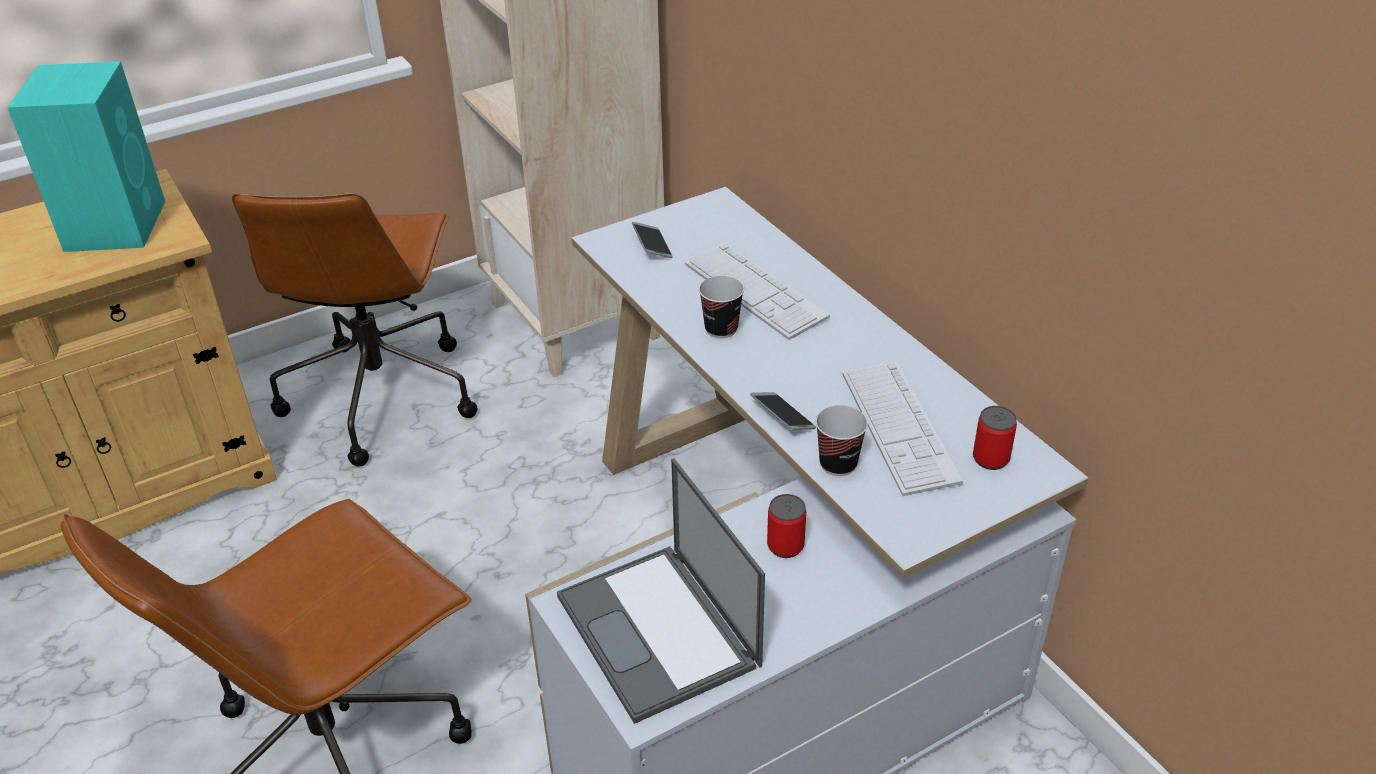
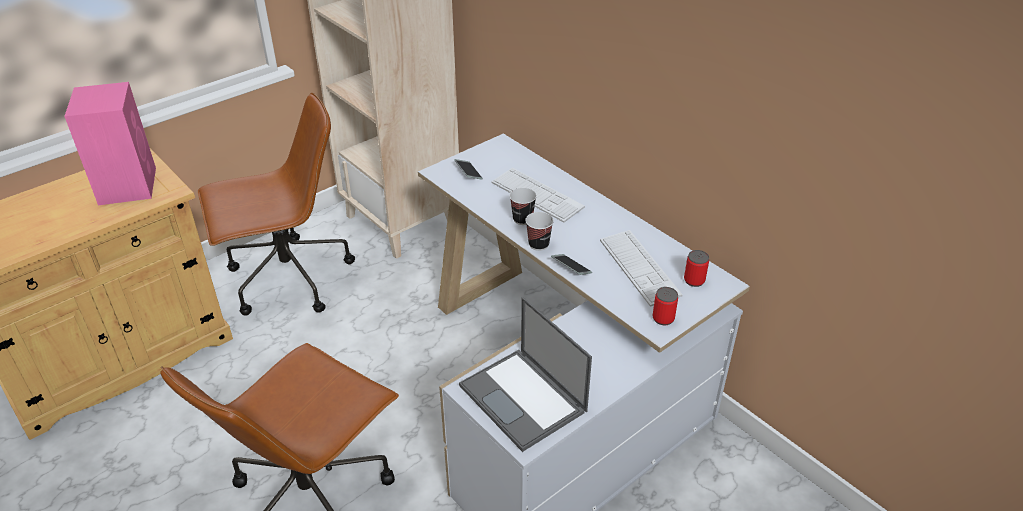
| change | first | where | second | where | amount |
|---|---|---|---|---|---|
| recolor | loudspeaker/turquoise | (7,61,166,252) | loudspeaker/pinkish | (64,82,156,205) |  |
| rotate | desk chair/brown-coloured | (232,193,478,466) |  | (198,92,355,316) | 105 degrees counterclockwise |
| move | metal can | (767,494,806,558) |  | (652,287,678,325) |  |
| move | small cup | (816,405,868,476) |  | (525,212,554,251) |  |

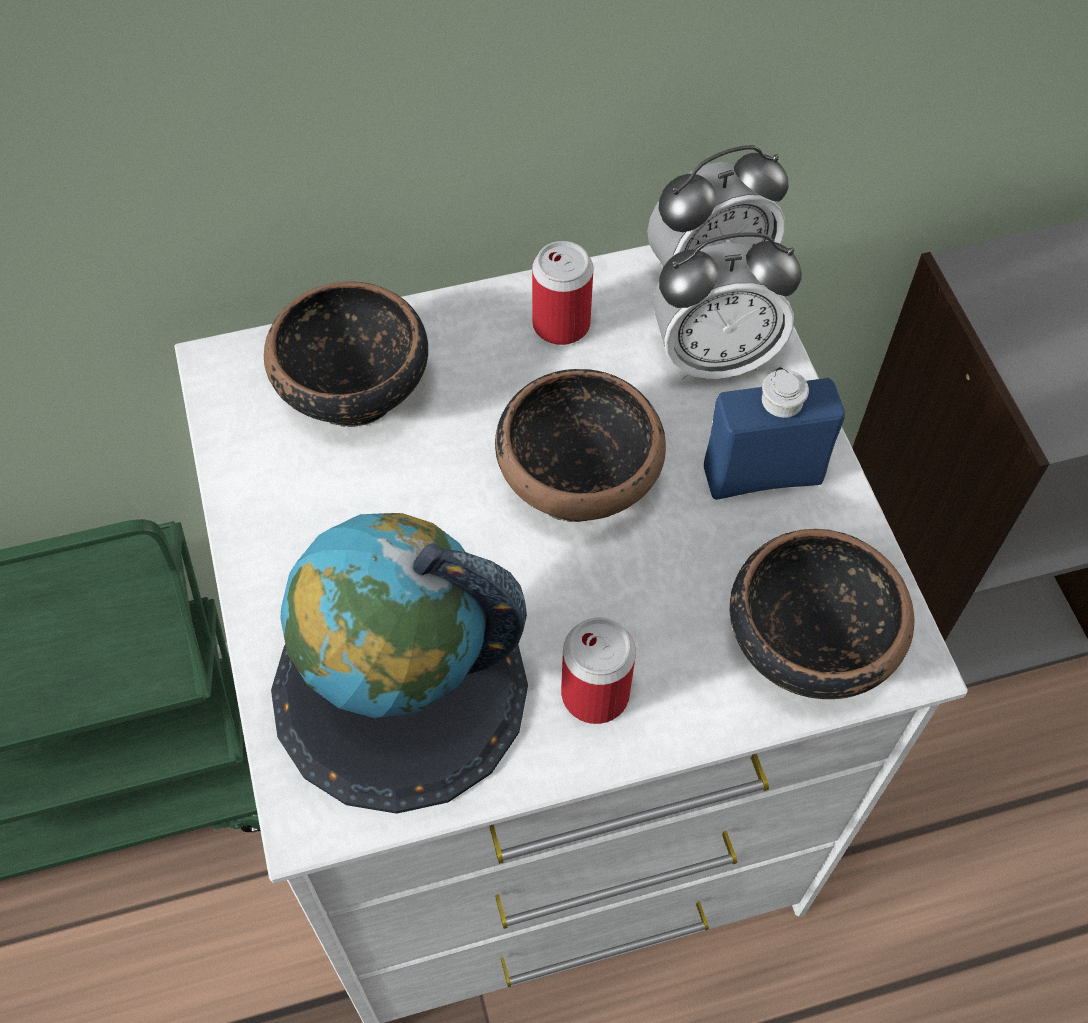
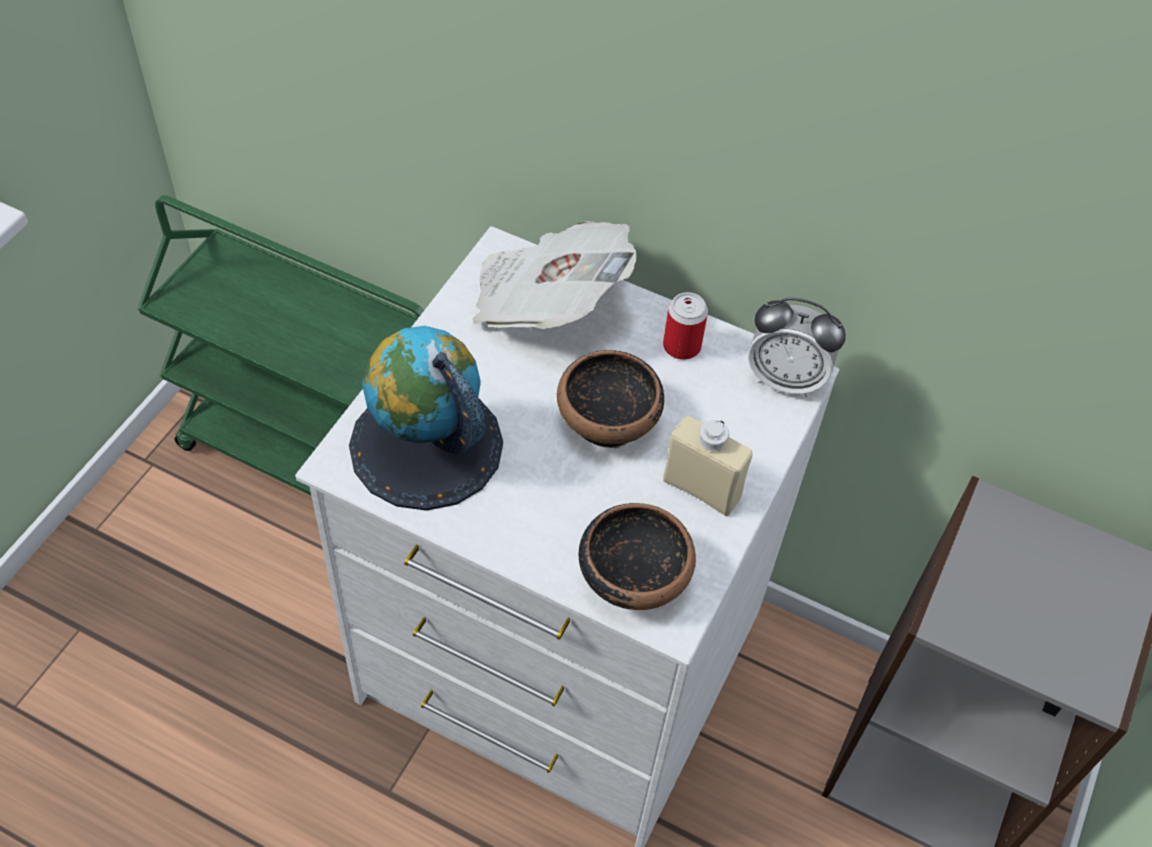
| change | first | where | second | where | amount |
|---|---|---|---|---|---|
| replace | serving bowl | (264,281,428,427) | newspaper | (473,221,637,329) |  |
| delete | metal can | (561,617,636,724) |  |  |  |
| delete | bedside clock | (653,232,802,380) |  |  |  |
| recolor | bottle/blue | (704,367,845,500) | bottle/sand-coloured | (663,416,752,516) |  |

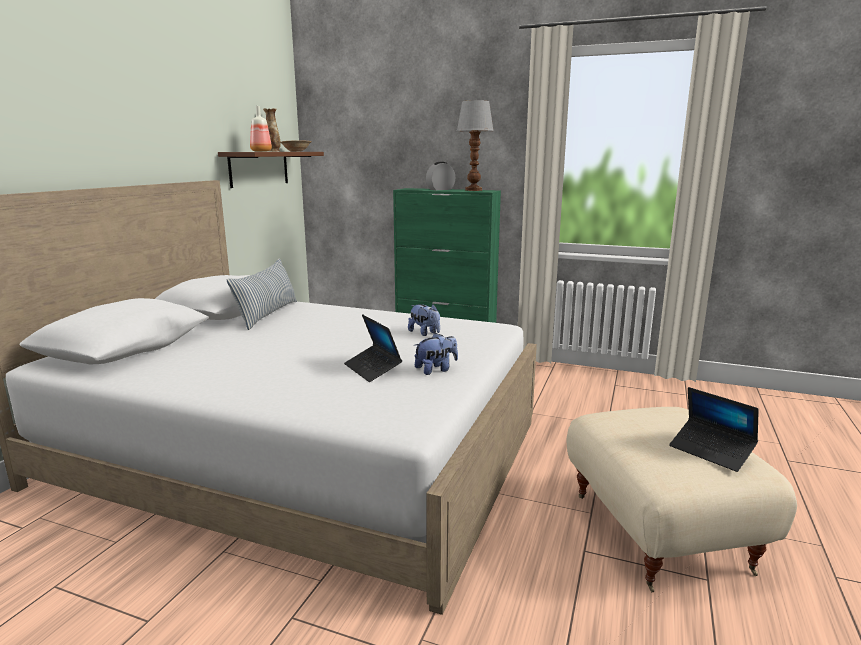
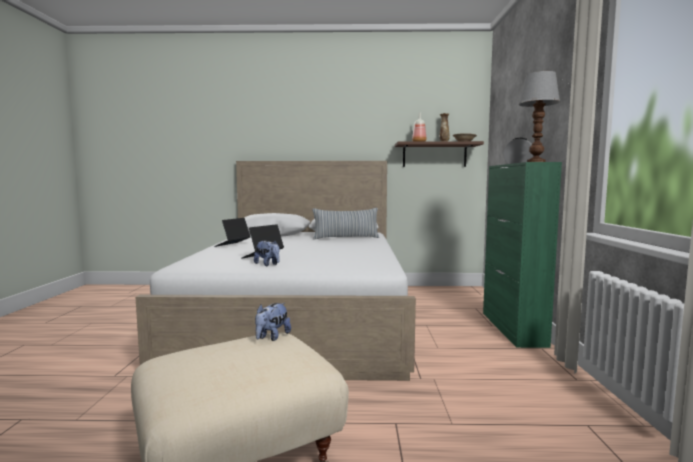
| change | first | where | second | where | amount |
|---|---|---|---|---|---|
| move | plush toy | (408,304,440,336) |  | (255,303,291,341) |  |
| move | laptop | (669,387,759,472) |  | (214,218,251,247) |  |

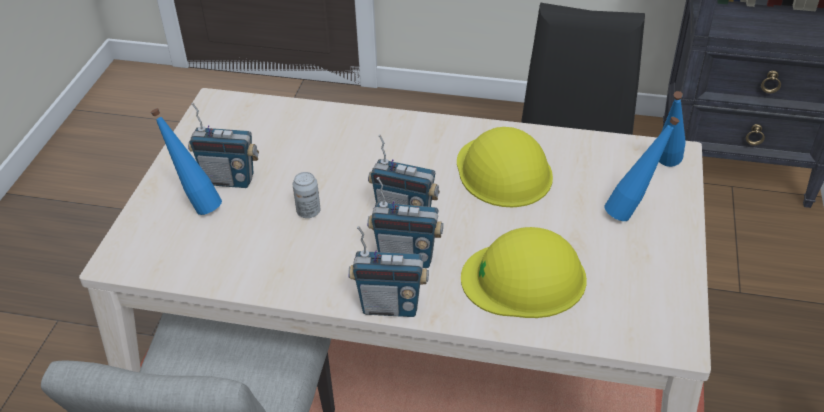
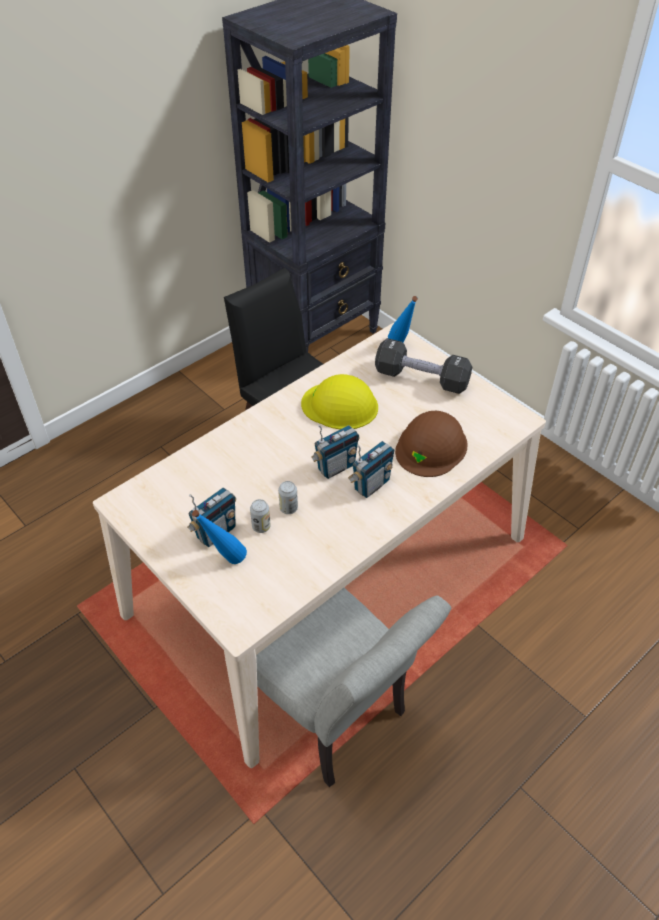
| change | first | where | second | where | amount |
|---|---|---|---|---|---|
| delete | radio set | (348,226,429,317) |  |  |  |
| recolor | hard hat/yellow-coloured | (461,227,587,318) | hard hat/brown-coloured | (395,411,468,477) |  |
| replace | bottle/blue | (604,117,679,221) | dumbbell/blackish | (375,338,472,394) |  |
| insert |  |  | metal can | (250,499,271,533) |  |

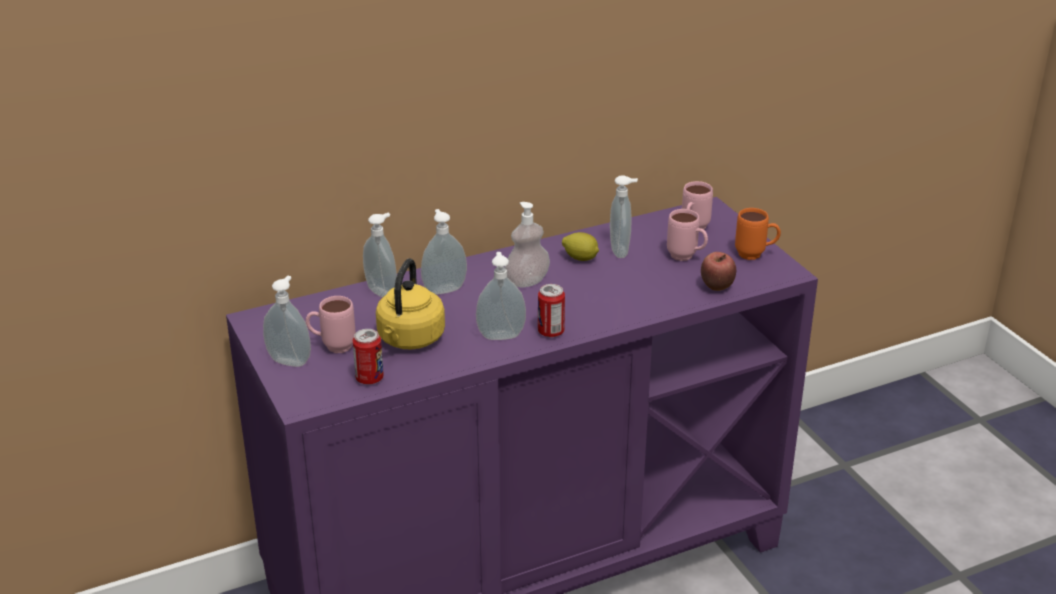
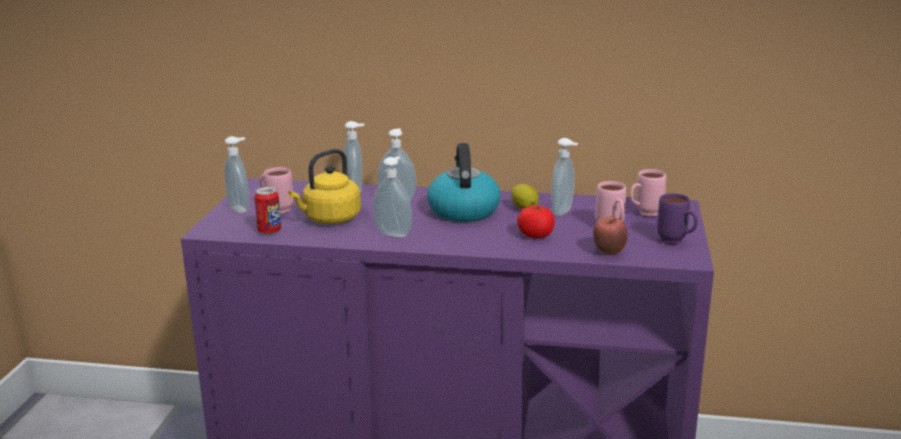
| change | first | where | second | where | amount |
|---|---|---|---|---|---|
| replace | liquid soap bottle | (505,202,550,287) | water kettle | (427,143,501,222) |  |
| delete | metal can | (538,284,565,337) |  |  |  |
| recolor | coffee mug/orangey | (735,208,781,260) | coffee mug/purple | (657,193,698,244) |  |
| insert |  |  | fresh tomato | (517,205,555,238) |  |

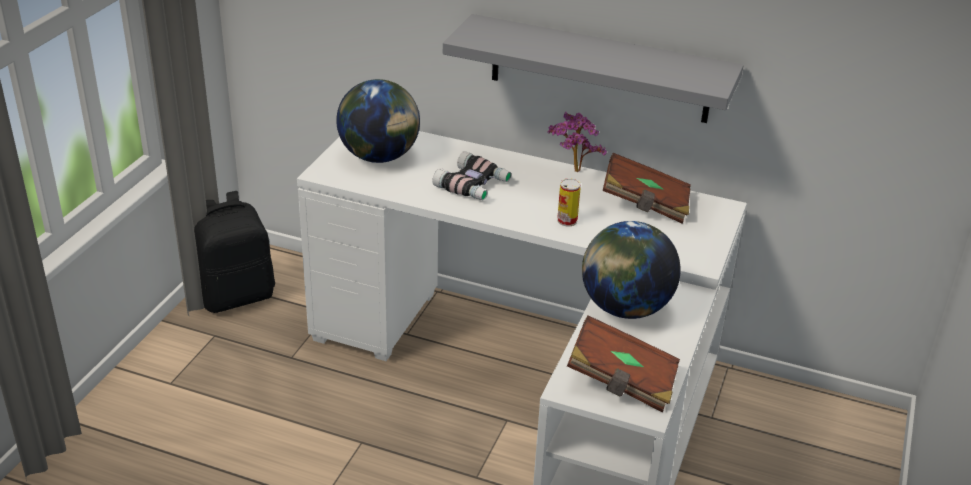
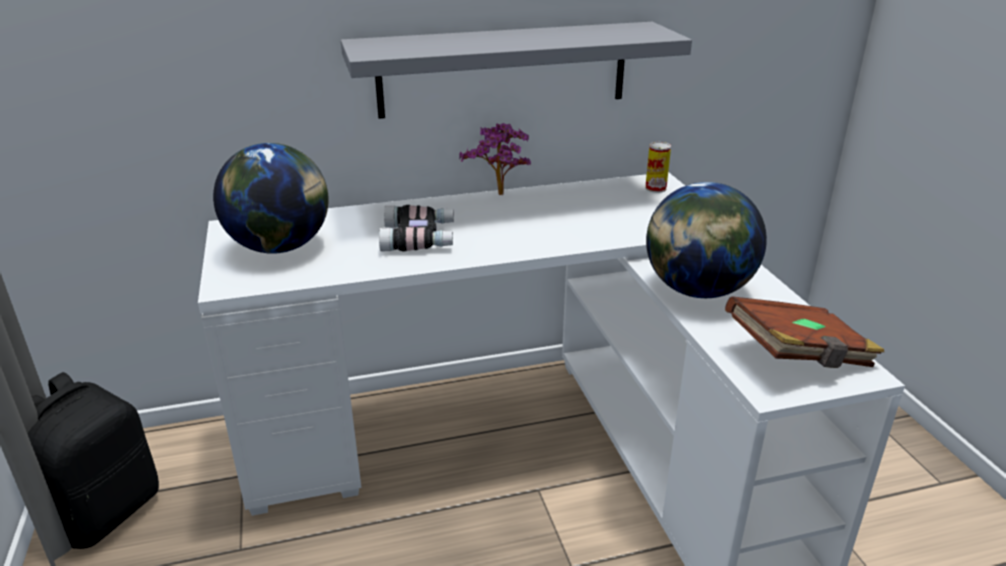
| change | first | where | second | where | amount |
|---|---|---|---|---|---|
| move | metal can | (557,178,581,226) |  | (645,142,671,193) |  |
| delete | book/brown-coloured | (603,153,691,224) |  |  |  |

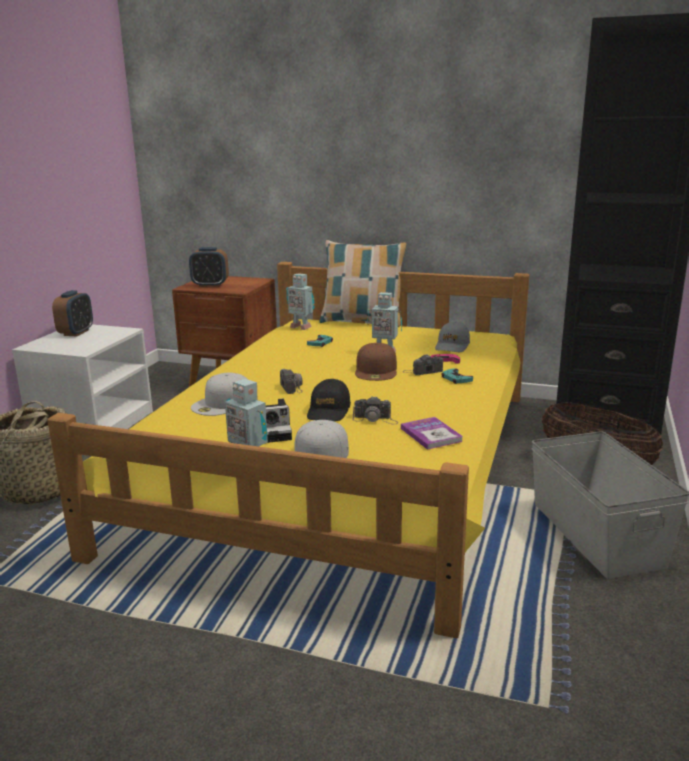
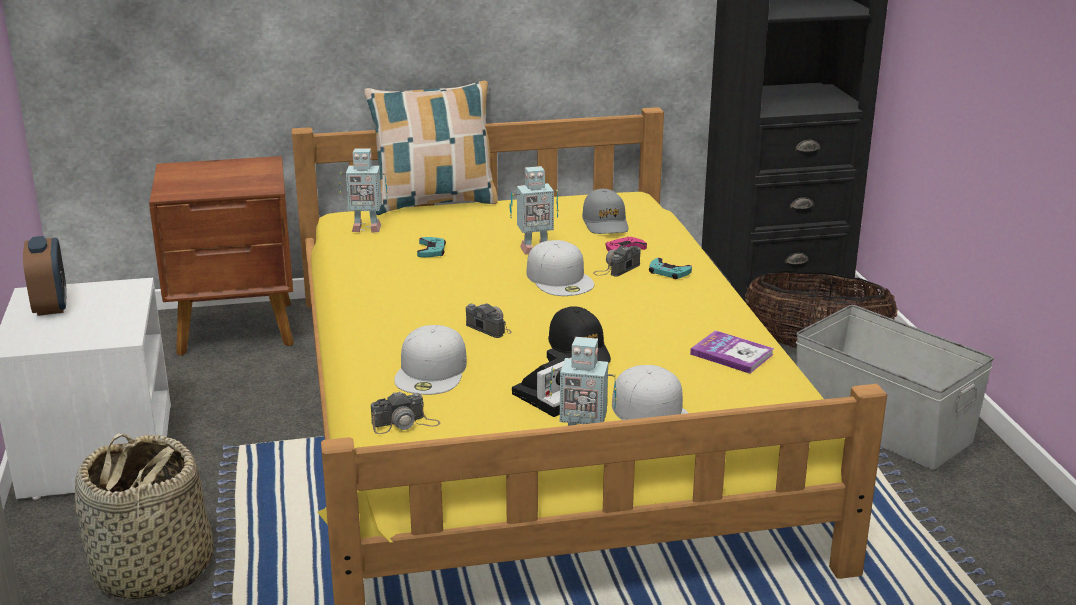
| change | first | where | second | where | amount |
|---|---|---|---|---|---|
| delete | bedside clock | (189,247,229,287) |  |  |  |
| move | photo camera | (353,397,398,424) |  | (371,392,440,434) |  |
| recolor | peaked cap/brown-coloured | (355,343,397,381) | peaked cap/white-coloured | (527,240,594,296) |  |

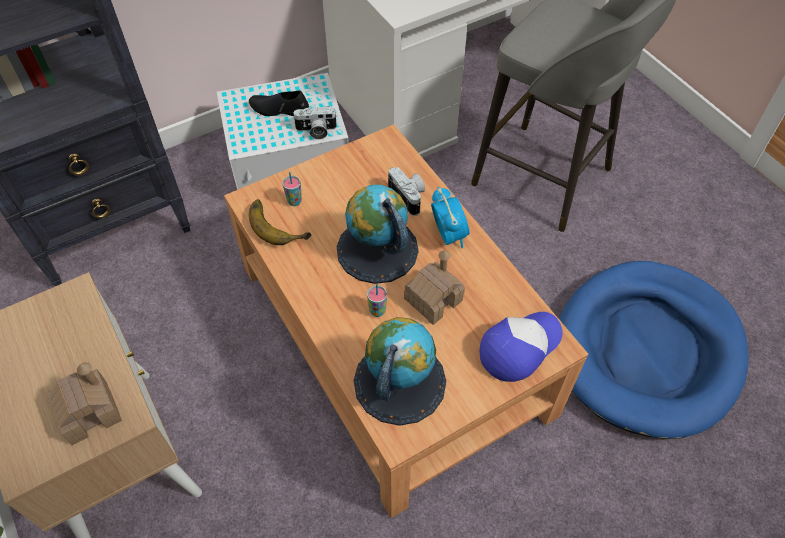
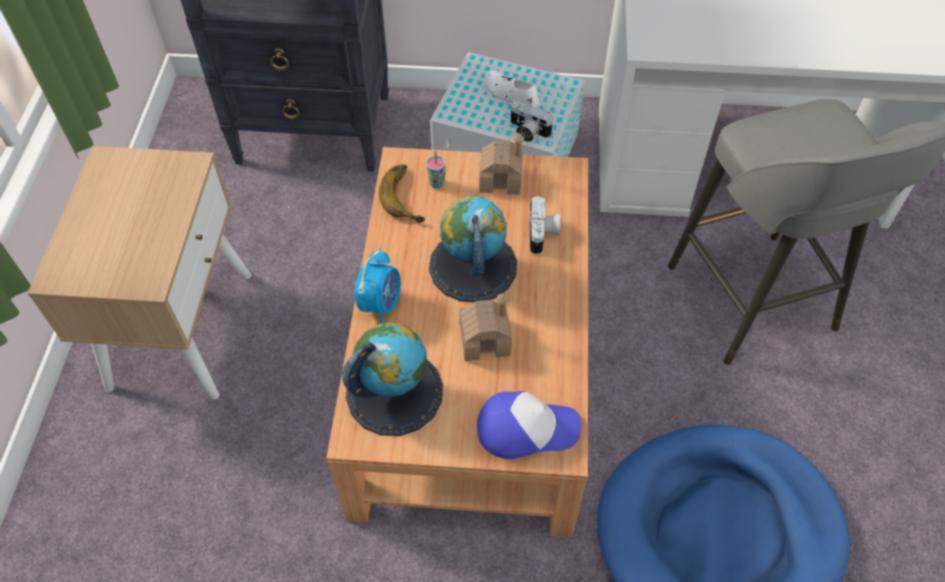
| change | first | where | second | where | amount |
|---|---|---|---|---|---|
| move | model house | (47,362,122,445) |  | (479,133,524,195) |  |
| recolor | low shoe/blackish | (249,90,309,116) | low shoe/white-coloured | (485,70,539,108) |  |
| delete | small cup | (367,284,387,317) |  |  |  |
| move | bedside clock | (431,187,470,248) |  | (355,248,401,324) |  |

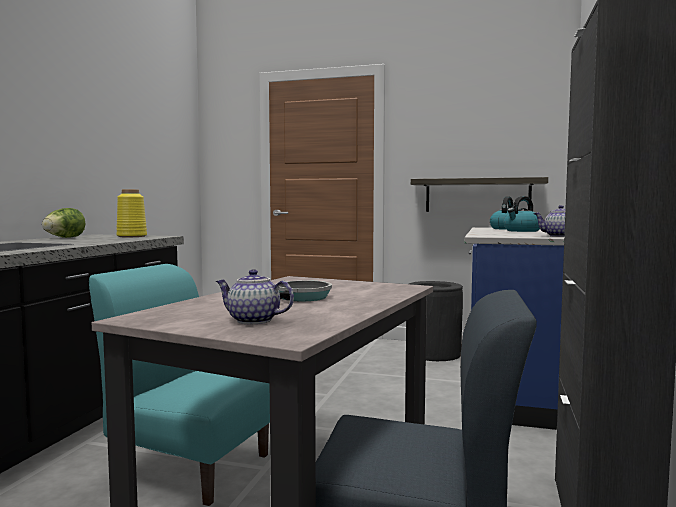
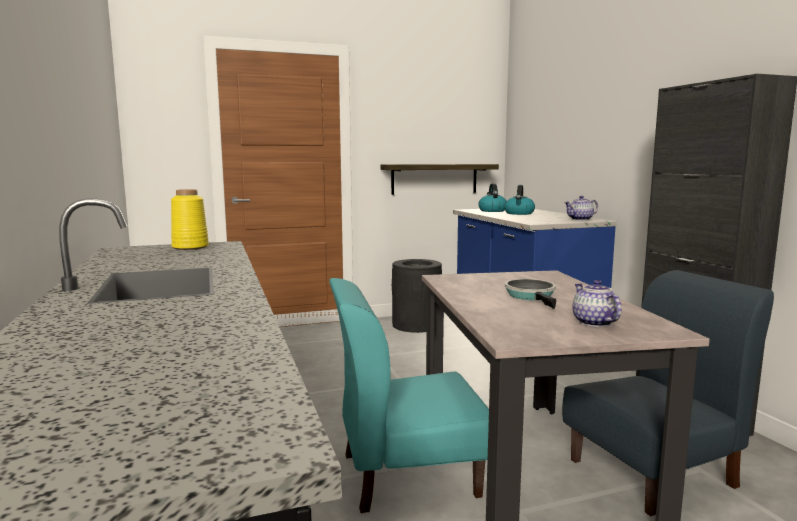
| change | first | where | second | where | amount |
|---|---|---|---|---|---|
| delete | head of lettuce | (42,208,85,238) |  |  |  |
| rotate | pot for tea | (216,269,294,324) |  | (572,280,621,327) | 90 degrees clockwise |

